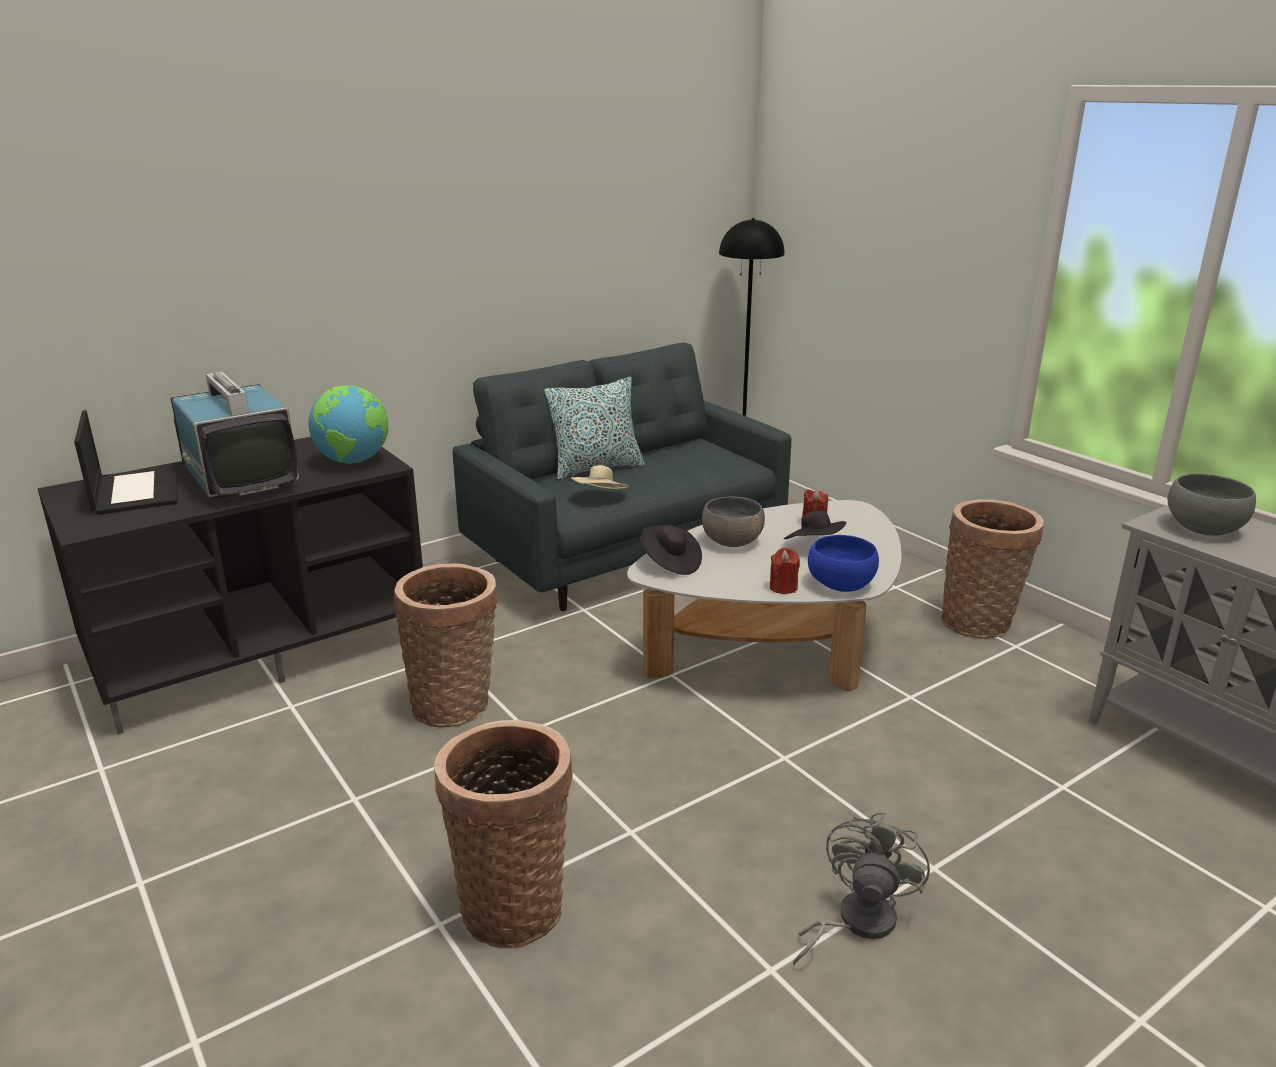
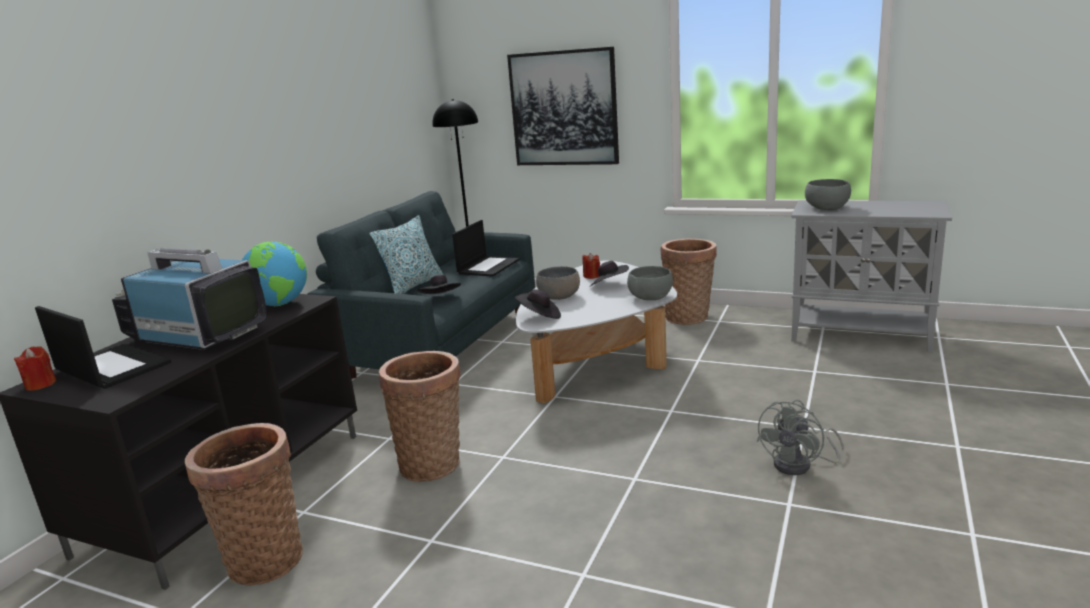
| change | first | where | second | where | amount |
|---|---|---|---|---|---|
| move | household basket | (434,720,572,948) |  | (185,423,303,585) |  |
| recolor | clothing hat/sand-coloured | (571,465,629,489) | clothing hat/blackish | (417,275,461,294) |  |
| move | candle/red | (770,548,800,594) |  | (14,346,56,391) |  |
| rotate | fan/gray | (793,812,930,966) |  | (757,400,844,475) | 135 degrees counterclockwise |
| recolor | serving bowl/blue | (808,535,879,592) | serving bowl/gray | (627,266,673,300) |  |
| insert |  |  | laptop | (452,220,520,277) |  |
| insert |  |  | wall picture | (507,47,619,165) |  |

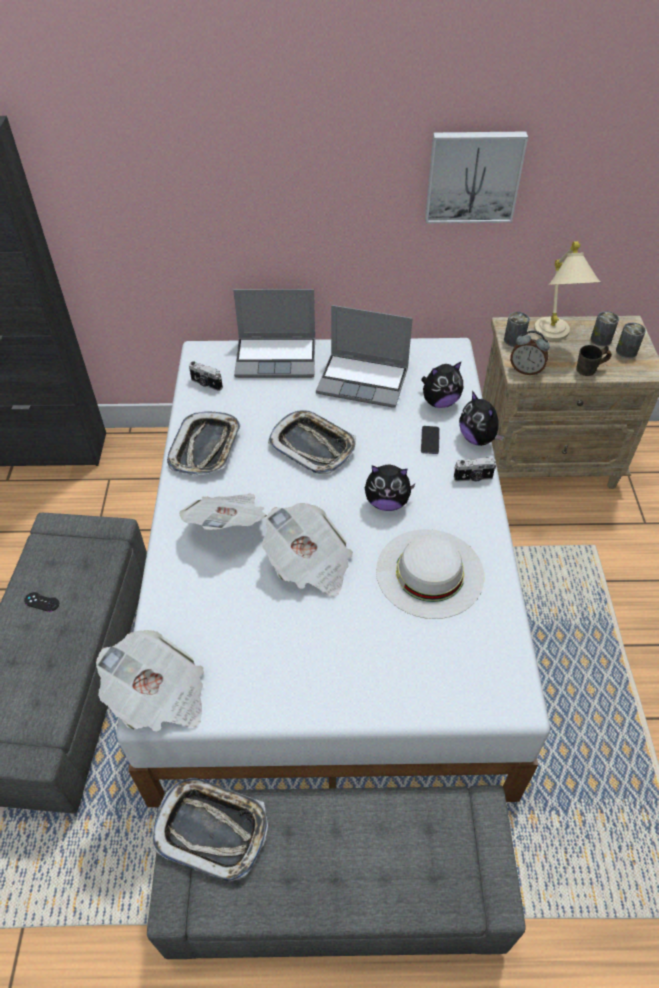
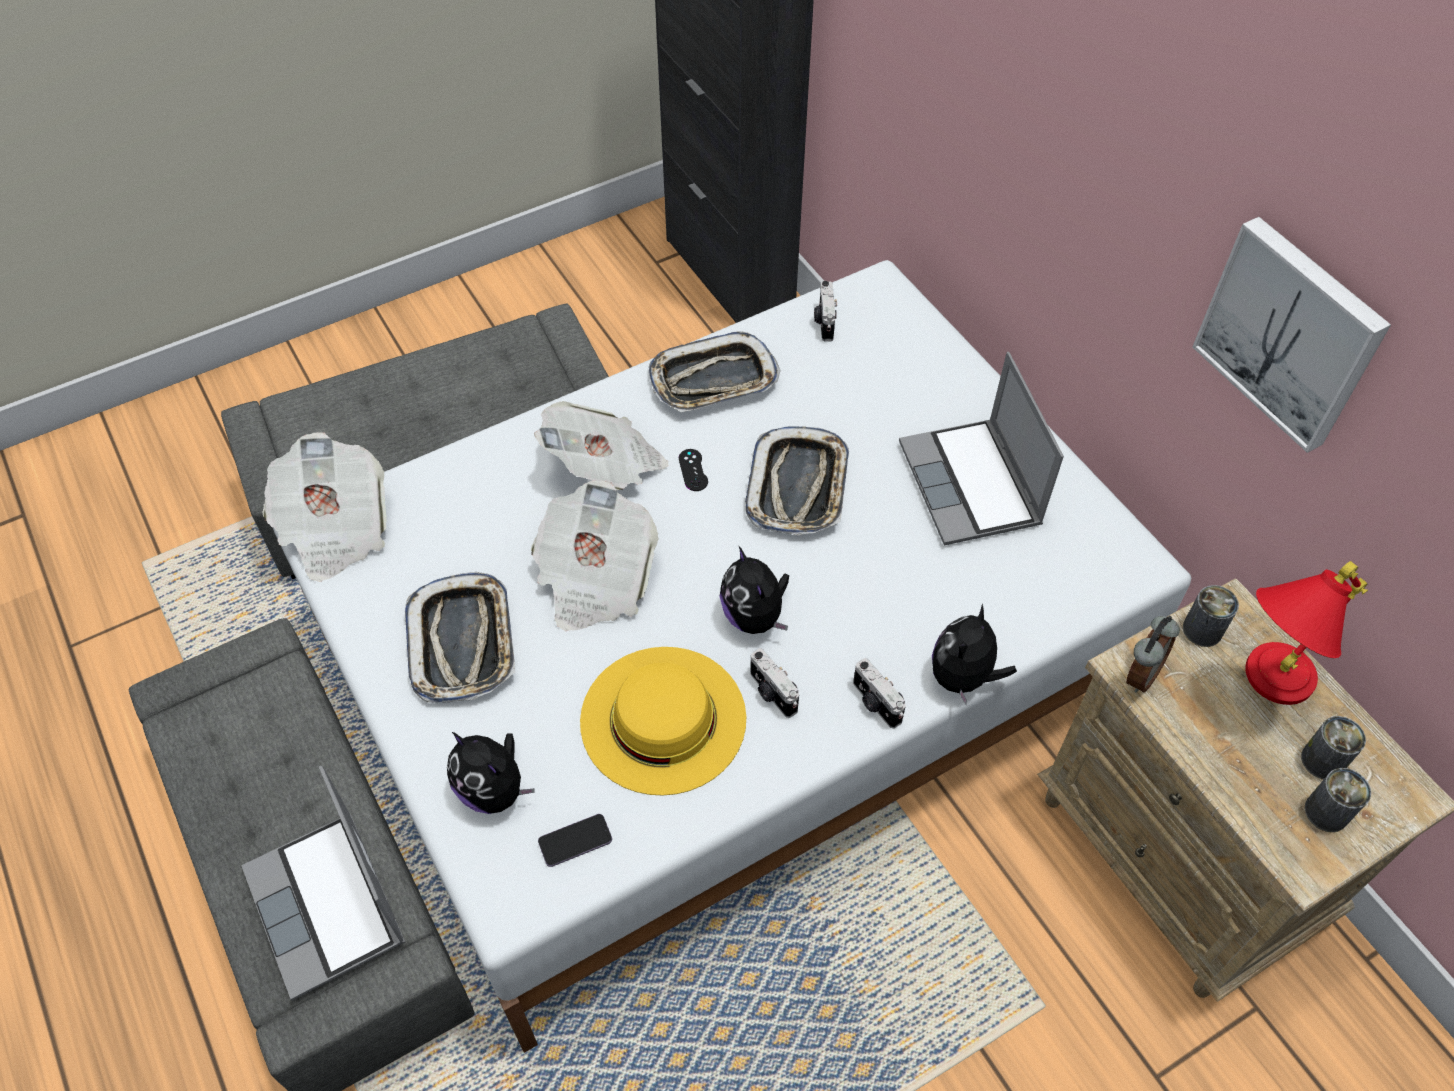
| change | first | where | second | where | amount |
|---|---|---|---|---|---|
| move | joypad/blackish | (24,592,59,612) |  | (679,449,708,491) |  |
| move | carrying tray | (153,778,268,881) |  | (405,572,515,702) |  |
| move | laptop | (233,289,315,378) |  | (241,766,405,1001) |  |
| recolor | clothing hat/white-coloured | (376,529,484,619) | clothing hat/yellow-coloured | (580,647,746,795) |  |
| move | plush toy | (421,361,463,408) |  | (447,732,535,814) |  |
| move | handset | (421,426,440,454) |  | (538,814,612,867) |  |
| rotate | bedside clock | (510,331,550,375) |  | (1126,616,1180,693) | 135 degrees counterclockwise |
| recolor | table lamp/sand-coloured | (534,241,600,341) | table lamp/red | (1245,561,1368,705) |  |
| delete | coffee mug/gray | (576,345,612,376) |  |  |  |
| insert |  |  | photo camera | (751,648,799,718) |  |

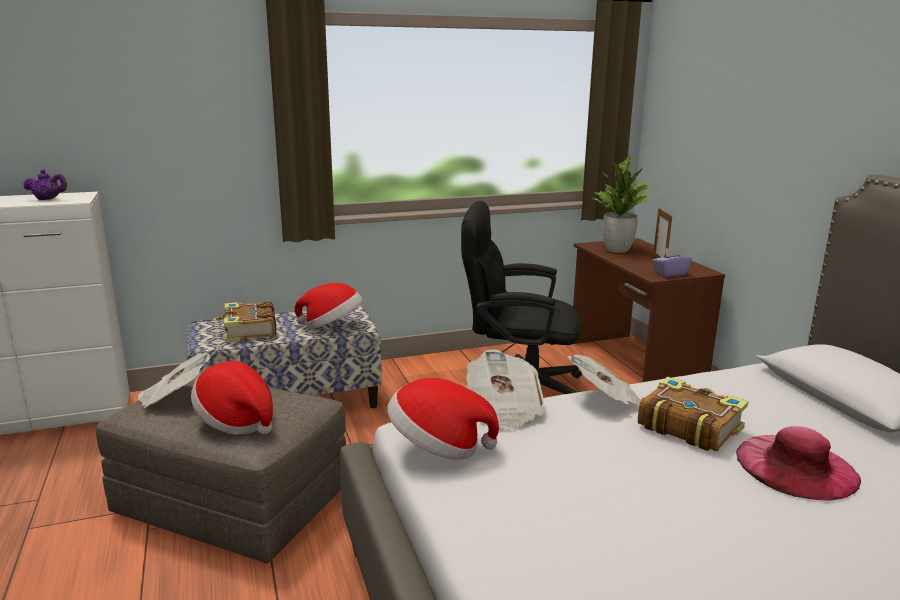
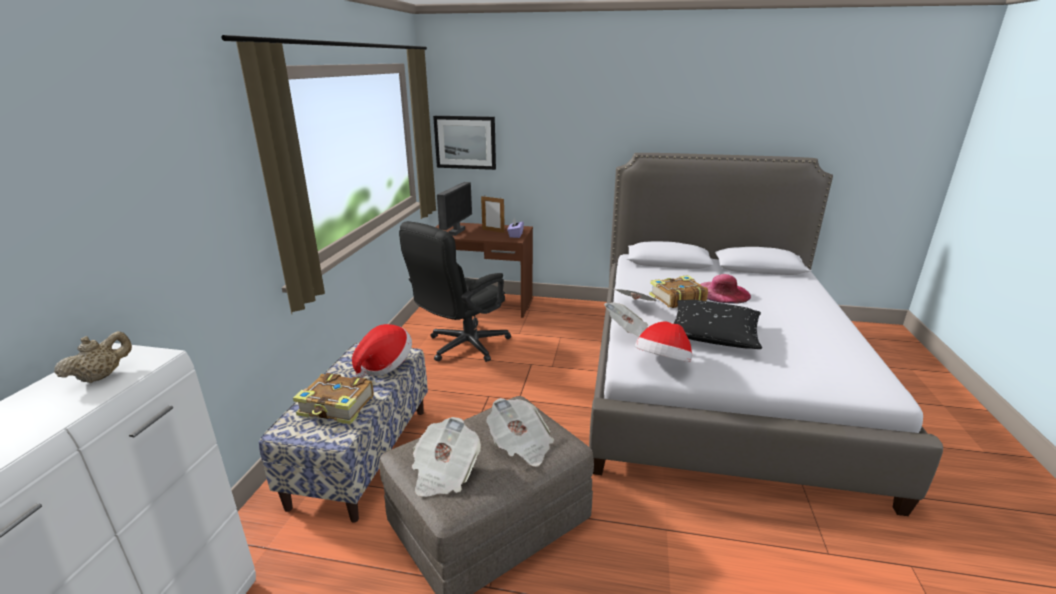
| change | first | where | second | where | amount |
|---|---|---|---|---|---|
| recolor | pot for tea/purple | (23,169,67,200) | pot for tea/sand-coloured | (54,331,132,383) |  |
| replace | clothing hat | (191,361,273,435) | newspaper | (486,398,554,467) |  |
| replace | plant in a pot | (590,155,650,253) | computer screen | (437,182,472,236) |  |
| insert |  |  | wall picture | (433,116,496,170) |  |
| insert |  |  | pillow/blackish | (674,300,762,349) |  |

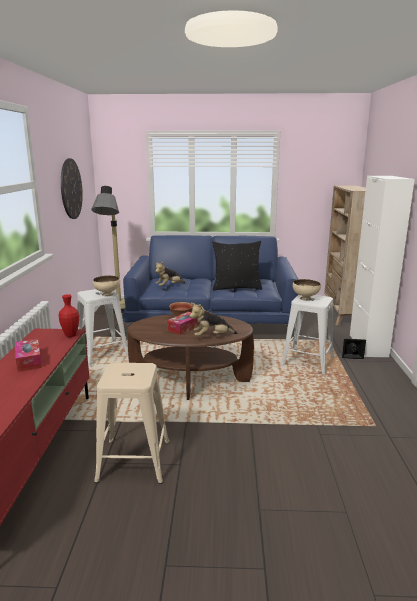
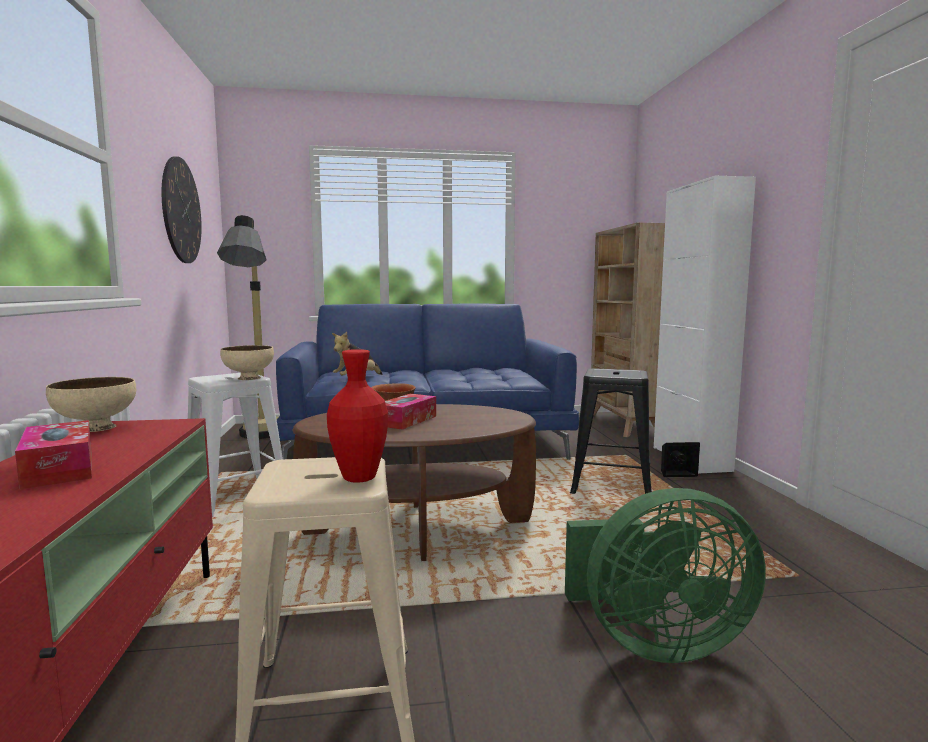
| change | first | where | second | where | amount |
|---|---|---|---|---|---|
| move | vase/red | (59,294,79,337) |  | (327,349,388,483) |  |
| delete | plush toy | (190,303,238,336) |  |  |  |
| delete | pillow/blackish | (212,241,262,291) |  |  |  |
| recolor | sitting stool/white-coloured | (281,294,334,375) | sitting stool/blackish | (570,368,652,494) |  |
| move | serving bowl/sand-coloured | (293,279,321,301) |  | (46,377,136,432) |  |
| insert |  |  | fan/green-coloured | (565,488,766,663) |  |

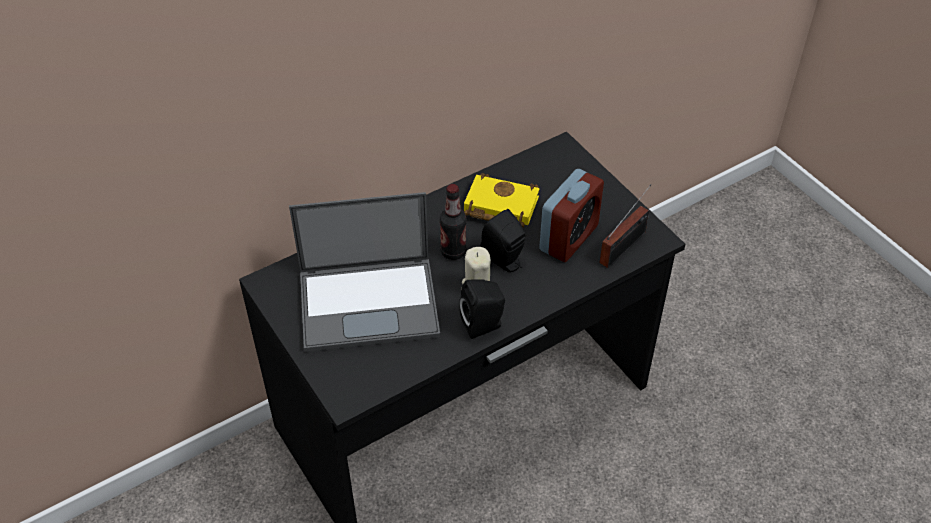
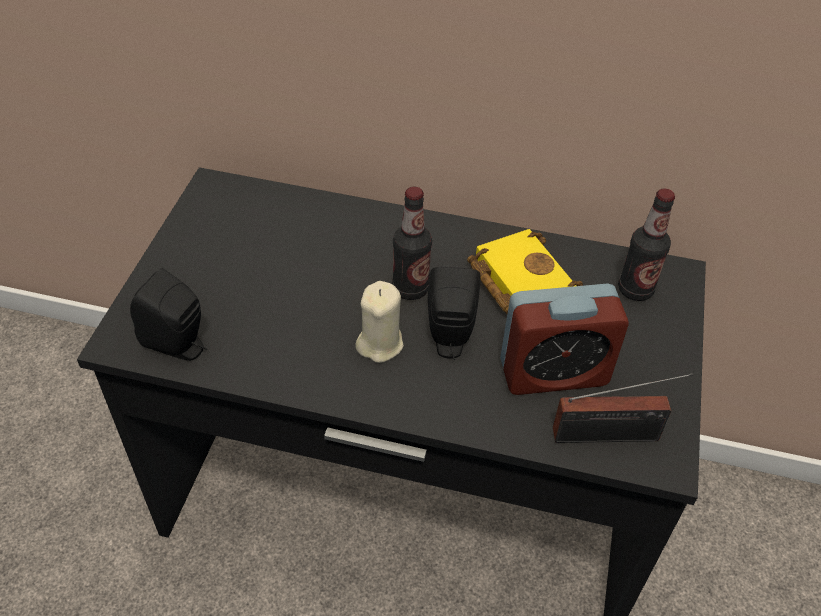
| change | first | where | second | where | amount |
|---|---|---|---|---|---|
| delete | laptop | (289,192,440,352) |  |  |  |
| move | loudspeaker/blackish | (459,280,505,339) |  | (130,268,208,361) |  |
| insert |  |  | bottle | (618,188,675,301) |  |

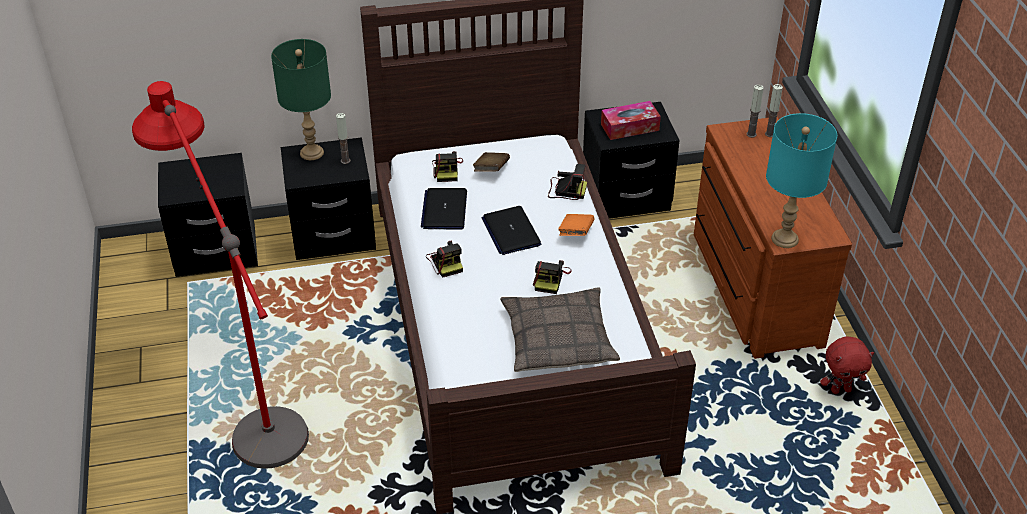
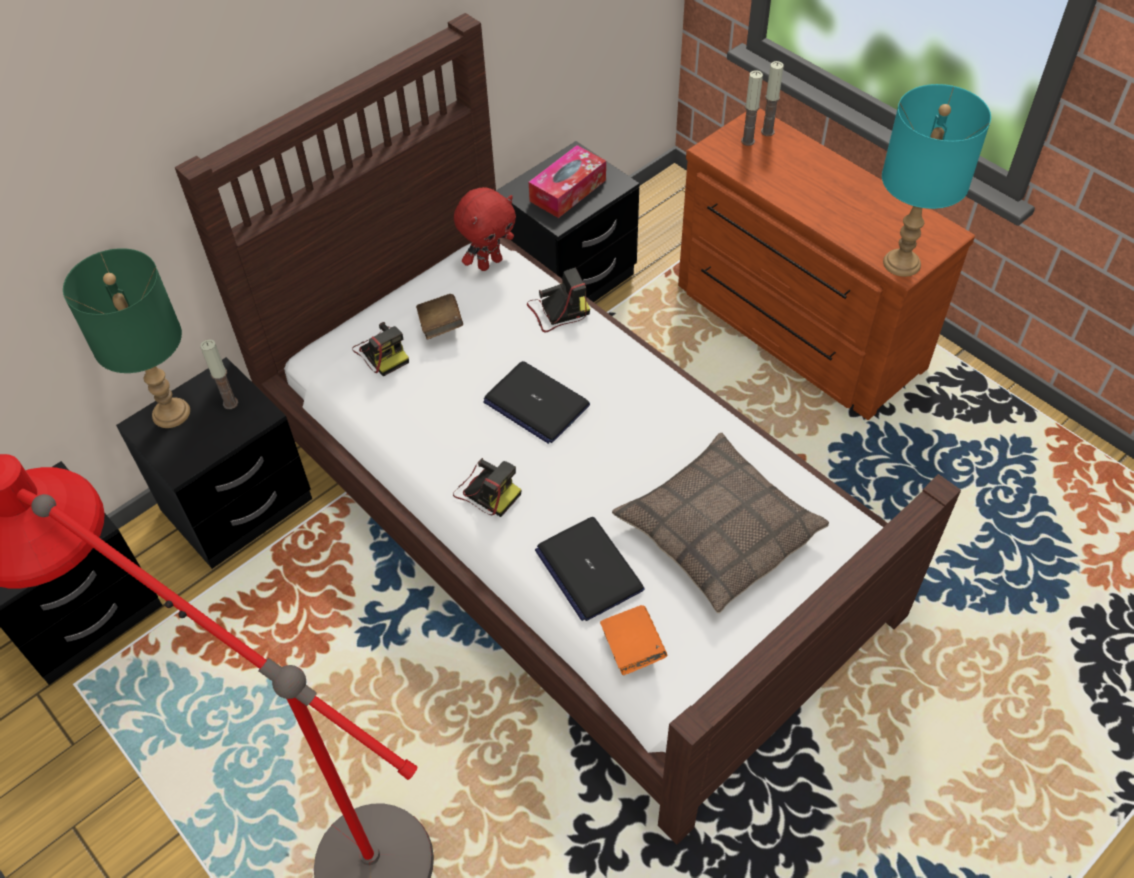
| change | first | where | second | where | amount |
|---|---|---|---|---|---|
| move | laptop | (421,188,467,230) |  | (535,517,644,621) |  |
| delete | photo camera | (533,260,572,294) |  |  |  |
| move | book/orangey | (558,214,595,236) |  | (600,605,667,675) |  |
| move | plush toy/red | (820,336,874,394) |  | (454,187,516,271) |  |

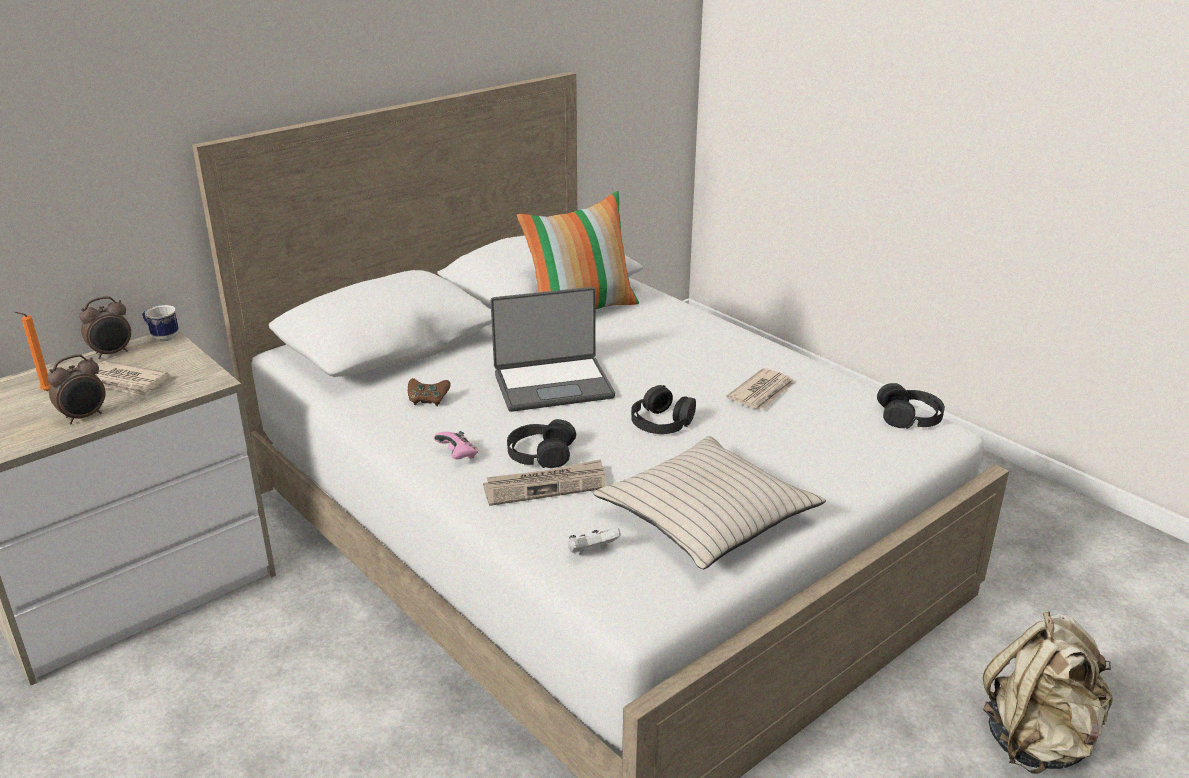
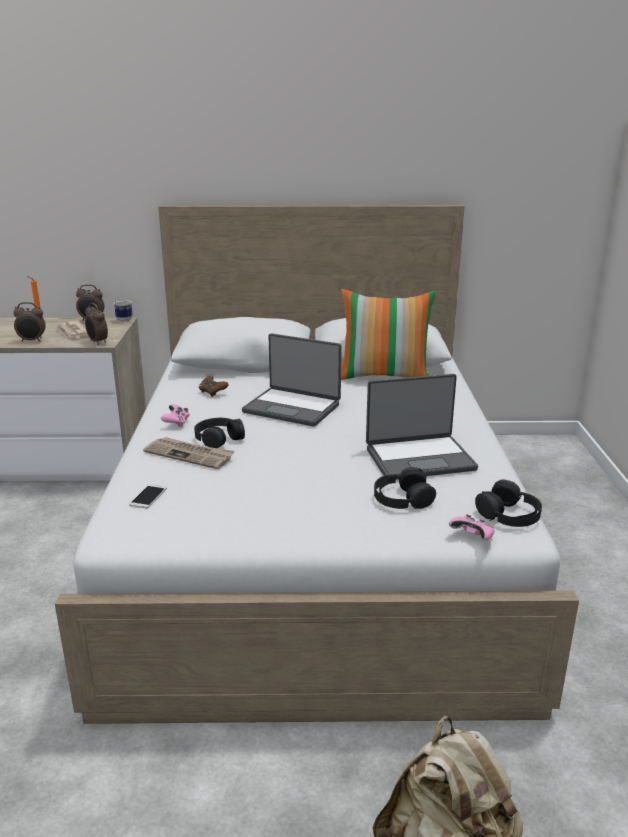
| change | first | where | second | where | amount |
|---|---|---|---|---|---|
| replace | joypad/white-coloured | (568,528,621,555) | handset | (129,484,167,509) |  |
| delete | pillow/sand-coloured | (593,436,826,569) |  |  |  |
| move | headset/blackish | (631,385,696,434) |  | (374,467,436,509) |  |
| replace | newspaper | (726,368,794,410) | laptop | (366,374,478,480) |  |
| insert |  |  | bedside clock | (85,303,108,345) |  |
| insert |  |  | joypad/pinkish | (449,514,495,541) |  |

